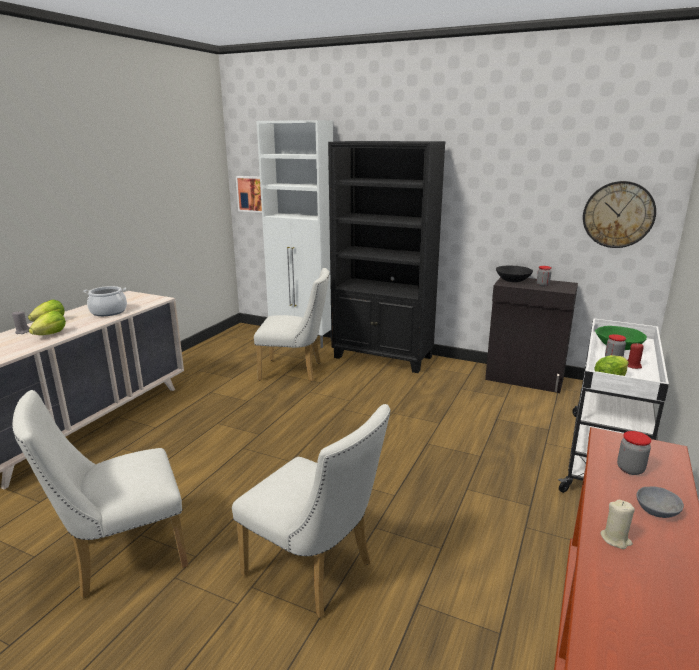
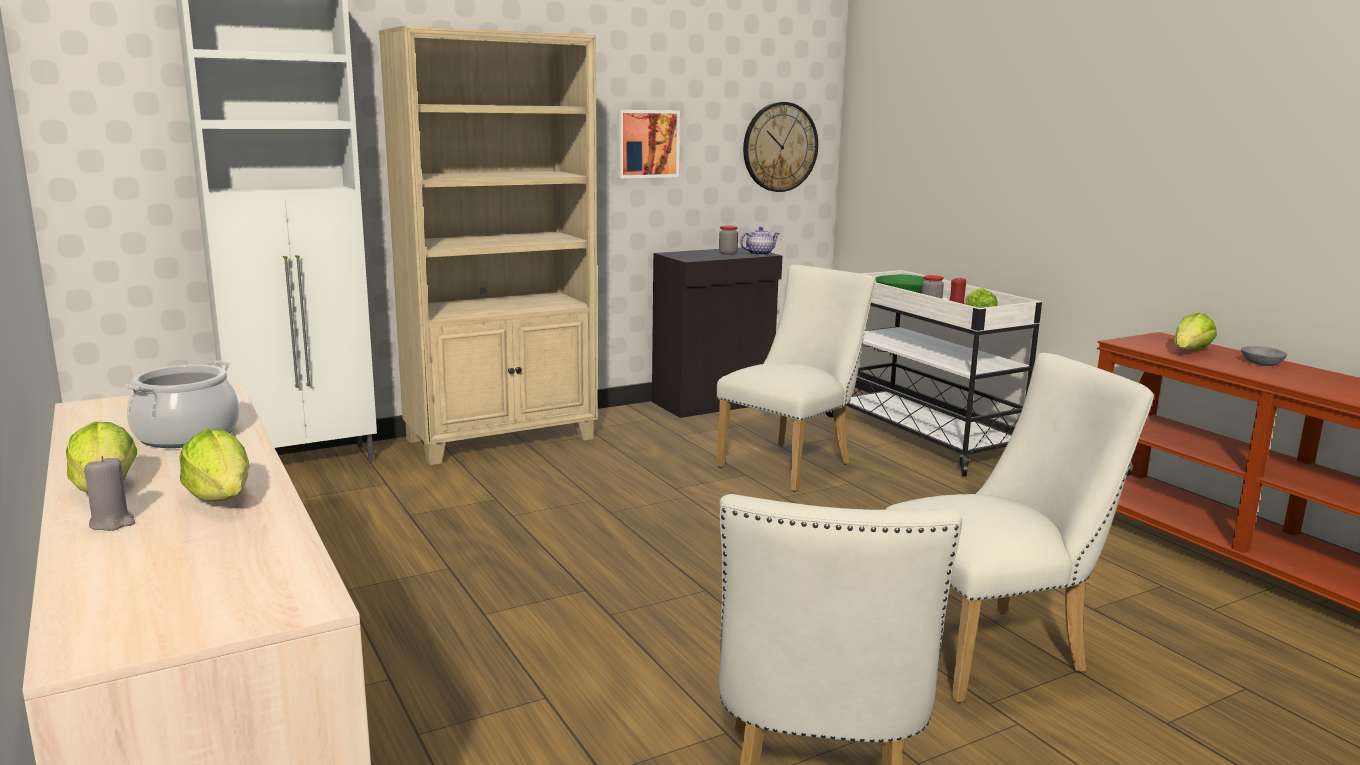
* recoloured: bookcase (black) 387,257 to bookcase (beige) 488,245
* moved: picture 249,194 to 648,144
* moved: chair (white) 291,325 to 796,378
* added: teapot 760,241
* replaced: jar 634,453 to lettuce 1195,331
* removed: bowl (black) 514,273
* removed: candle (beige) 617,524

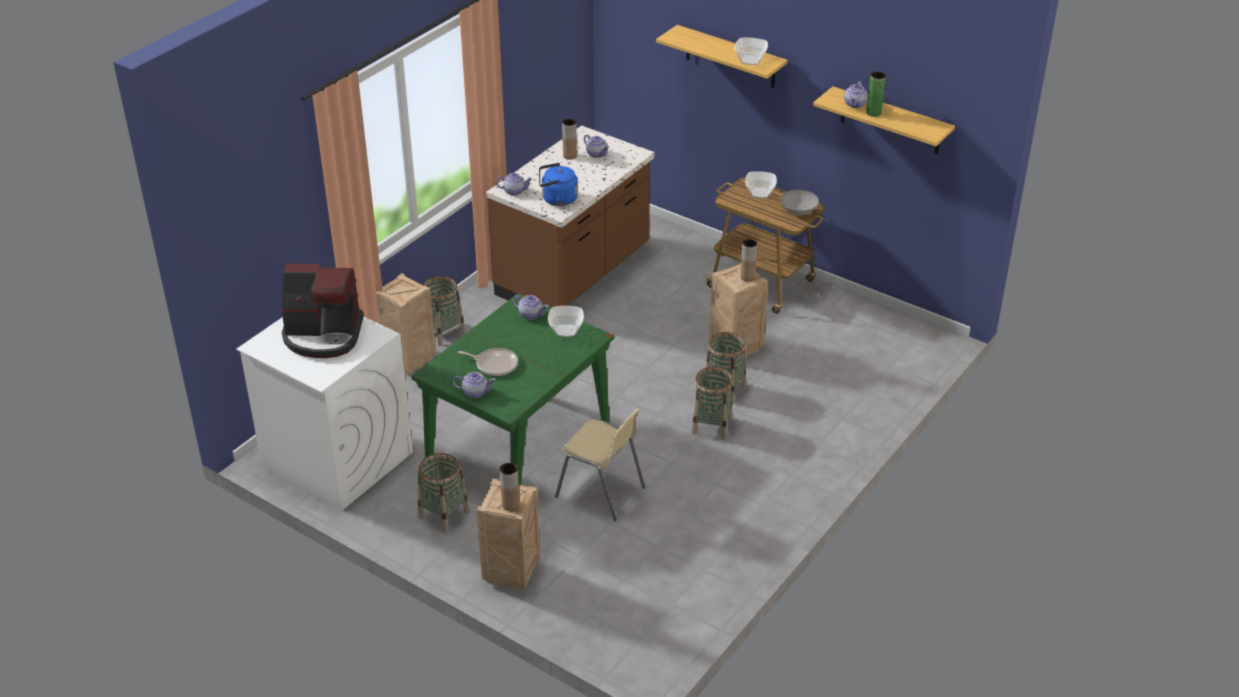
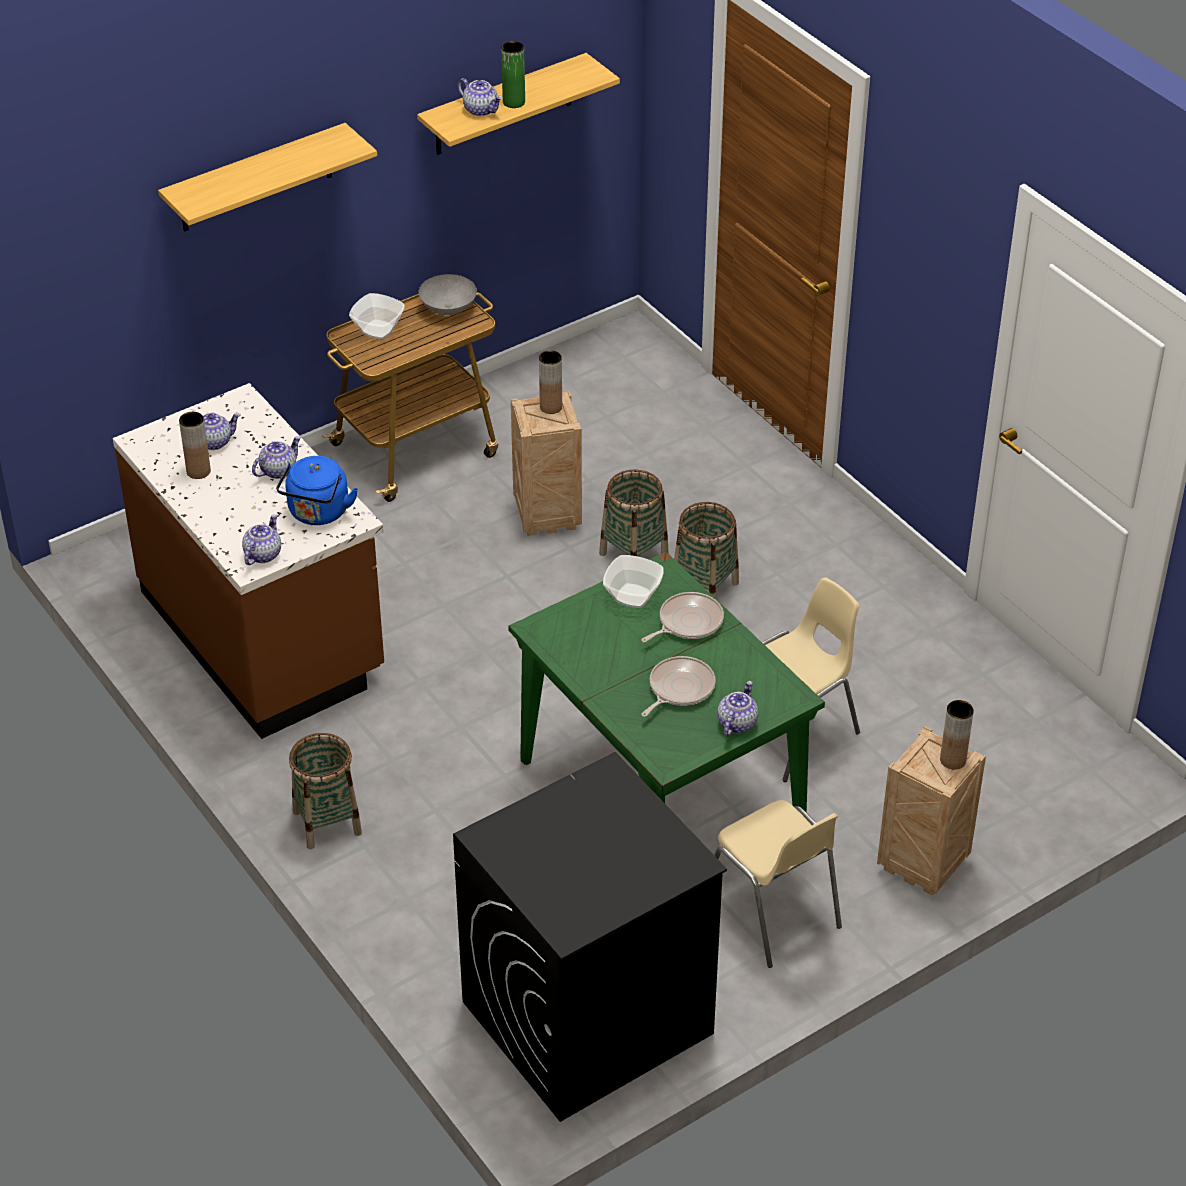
* moved: teapot 530,307 to 276,457
* recoloured: washing machine (white) 324,413 to washing machine (black) 590,937
* added: frying pan 682,617
* replaced: basket 443,492 to chair (beige) 778,884
* removed: coffee machine 323,311
* removed: crate 405,324
* removed: bowl 751,51

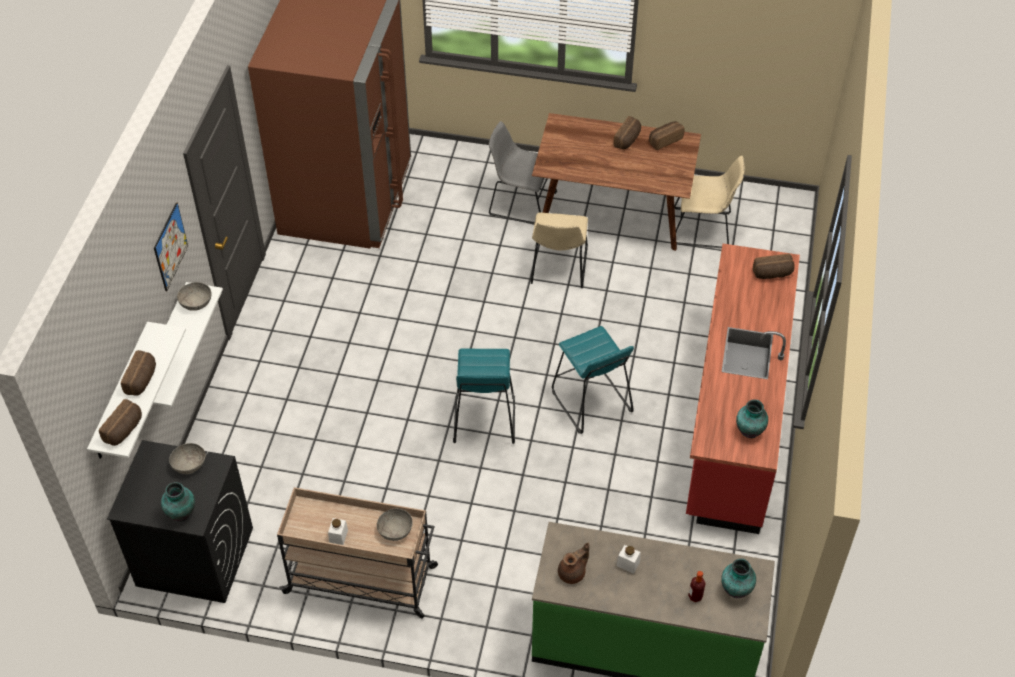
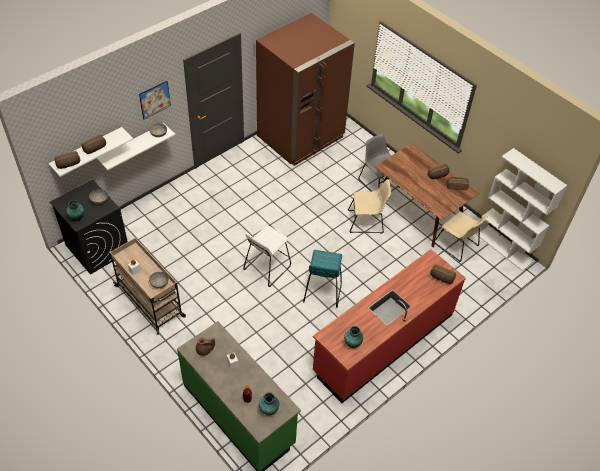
* recoloured: stool (turquoise) 484,396 to stool (white) 267,256
* turned: chair (beige) 559,250 = 369,206 135 degrees counterclockwise
* added: bookcase (white) 521,209

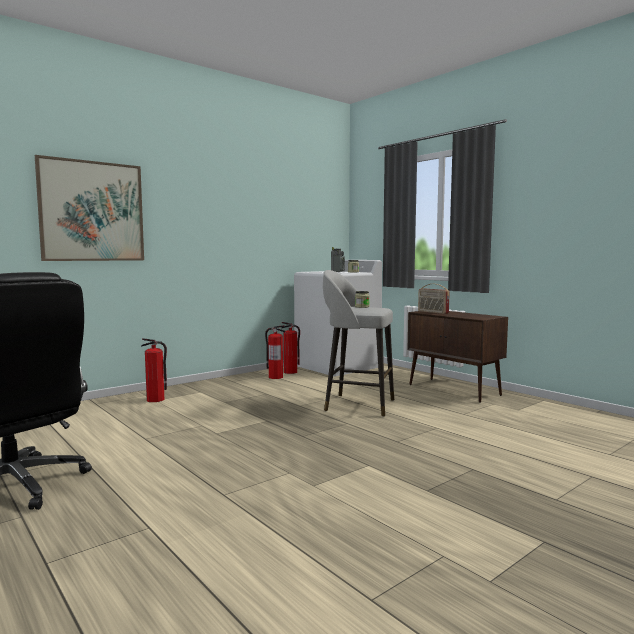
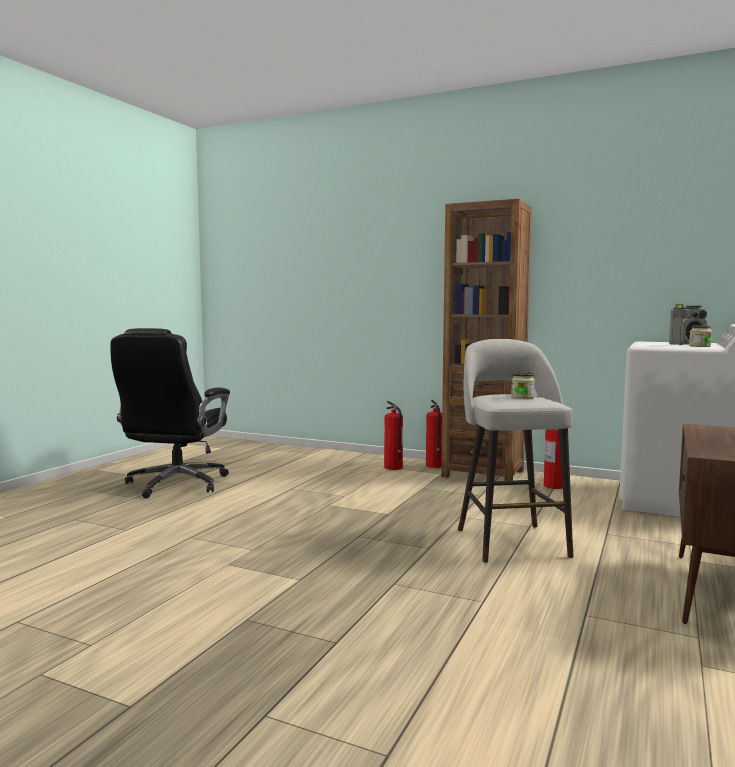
* moved: fire extinguisher 290,348 to 434,434
* added: bookcase (brown) 486,340
* removed: picture 89,208
* removed: radio 434,299

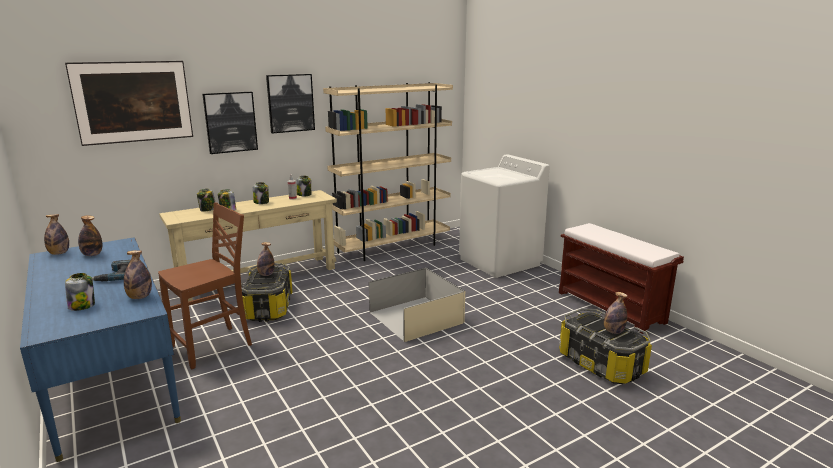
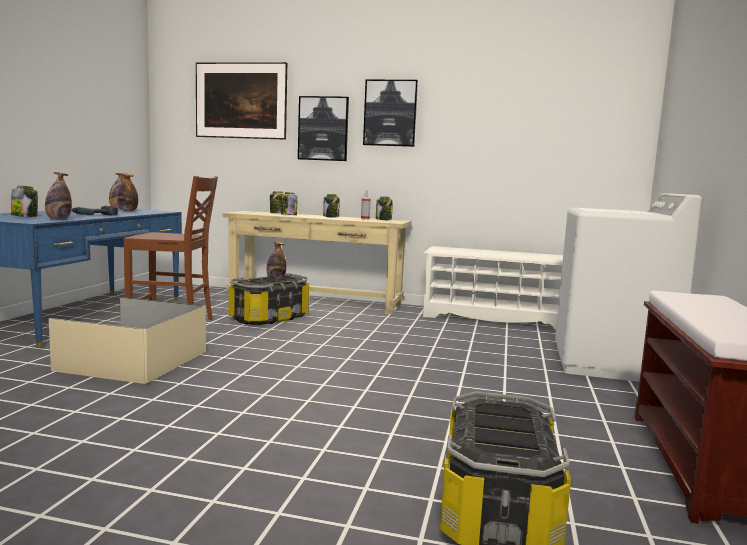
* moved: storage box (beige) 417,305 to 127,340
* replaced: bookcase (beige) 388,171 to shoe rack (white) 493,288
* removed: bottle 616,313

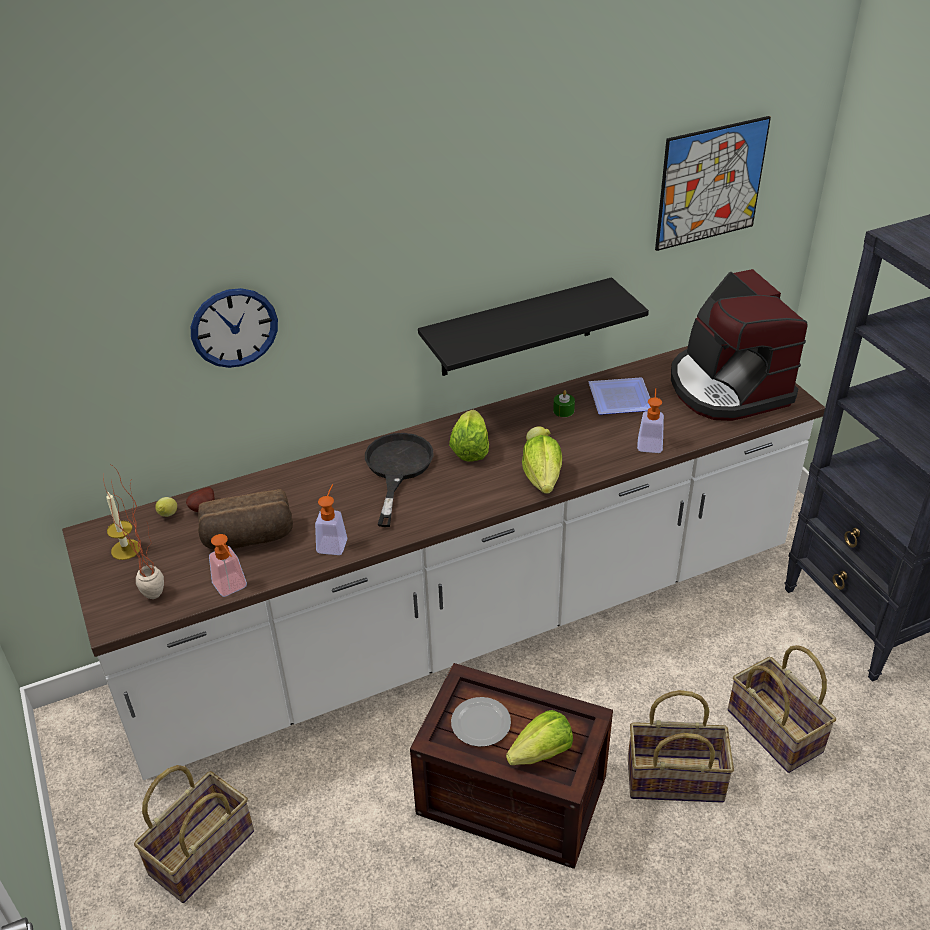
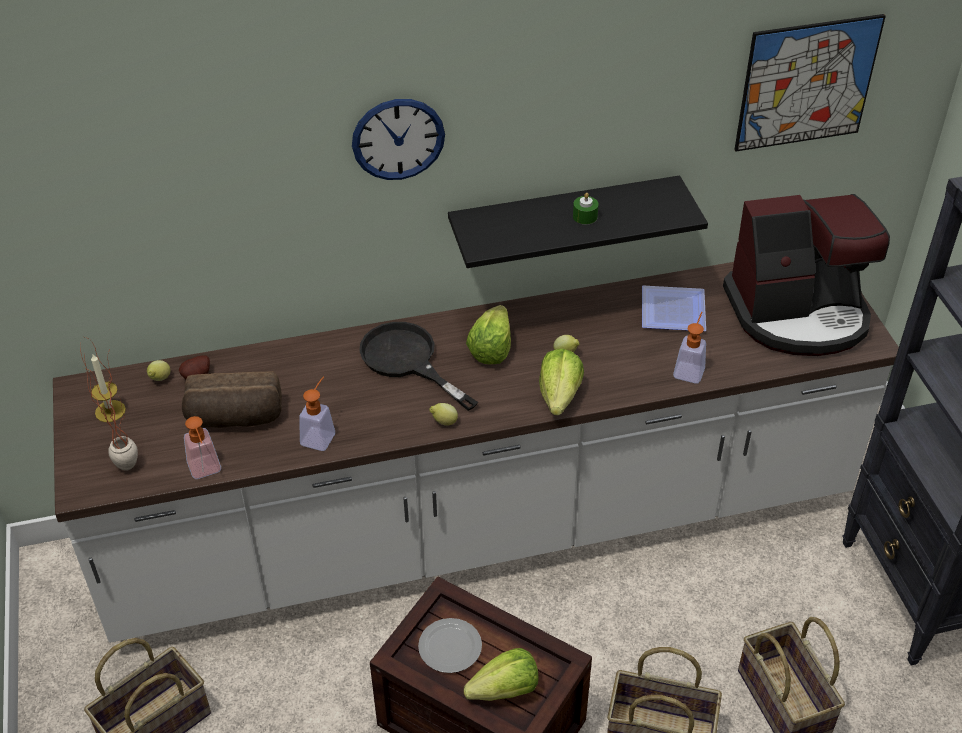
* moved: wall clock 234,328 to 398,139
* turned: frying pan (black) 399,480 = 418,366 60 degrees counterclockwise
* added: lemon 443,414
* moved: candle (green) 564,403 to 585,208
* turned: coffee machine 739,345 = 806,275 90 degrees counterclockwise

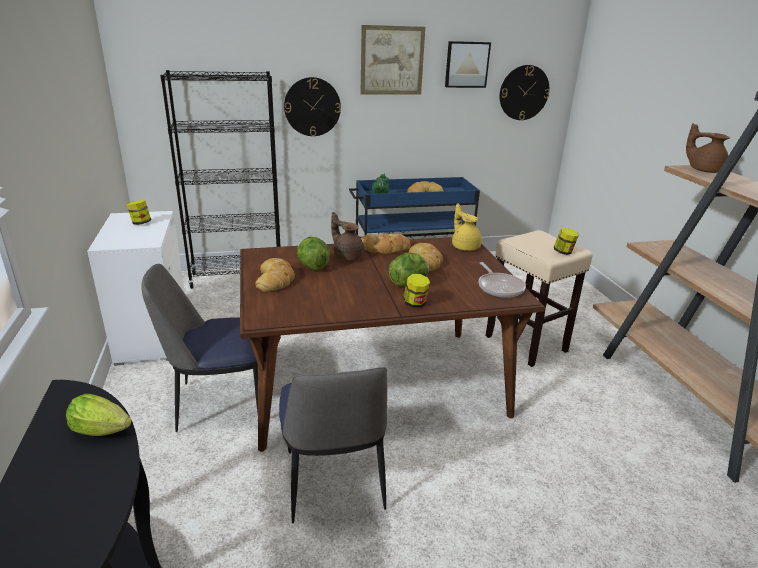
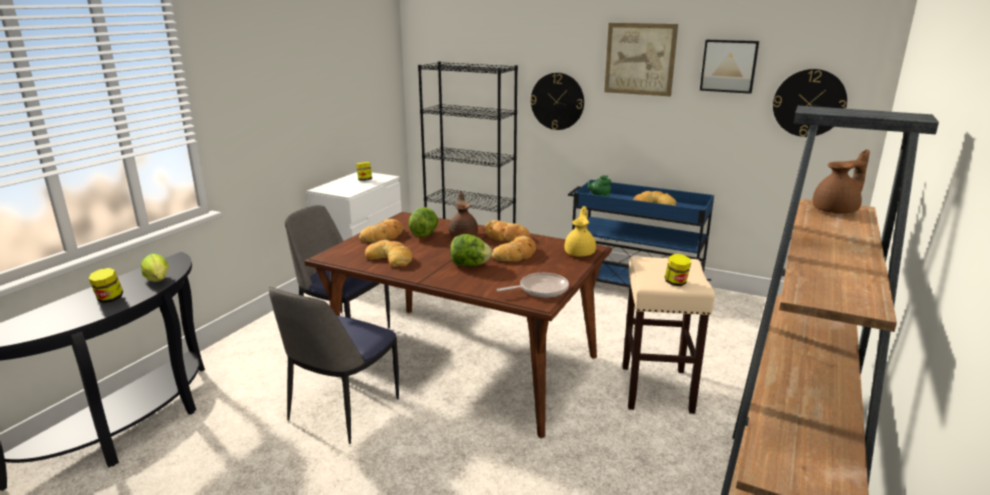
* moved: jar 416,291 to 105,285
* added: bread 388,253
* turned: frying pan 502,280 = 533,285 135 degrees counterclockwise
* turned: teapot (brown) 708,148 = 841,181 75 degrees clockwise

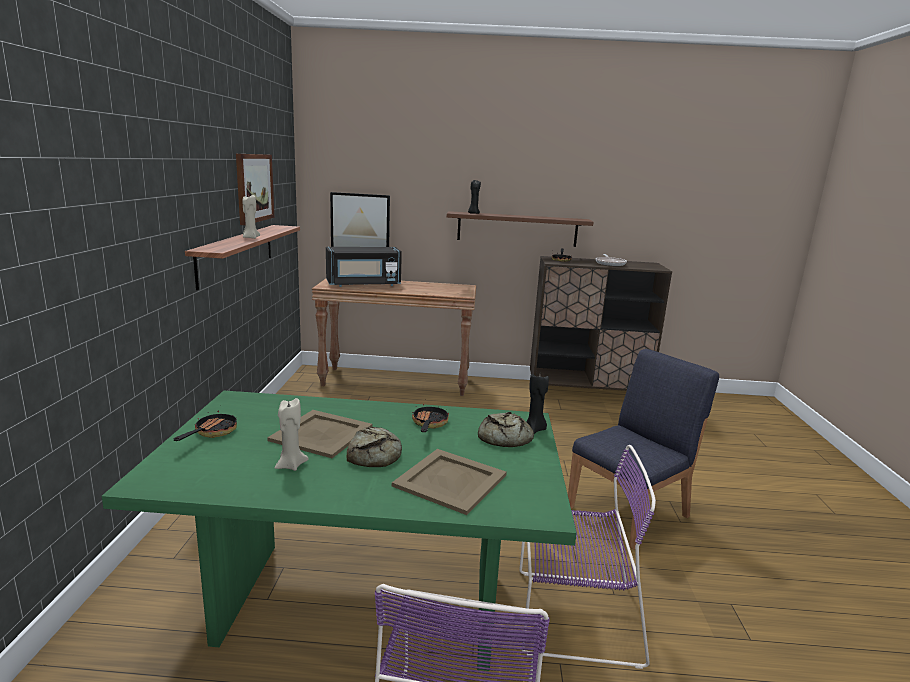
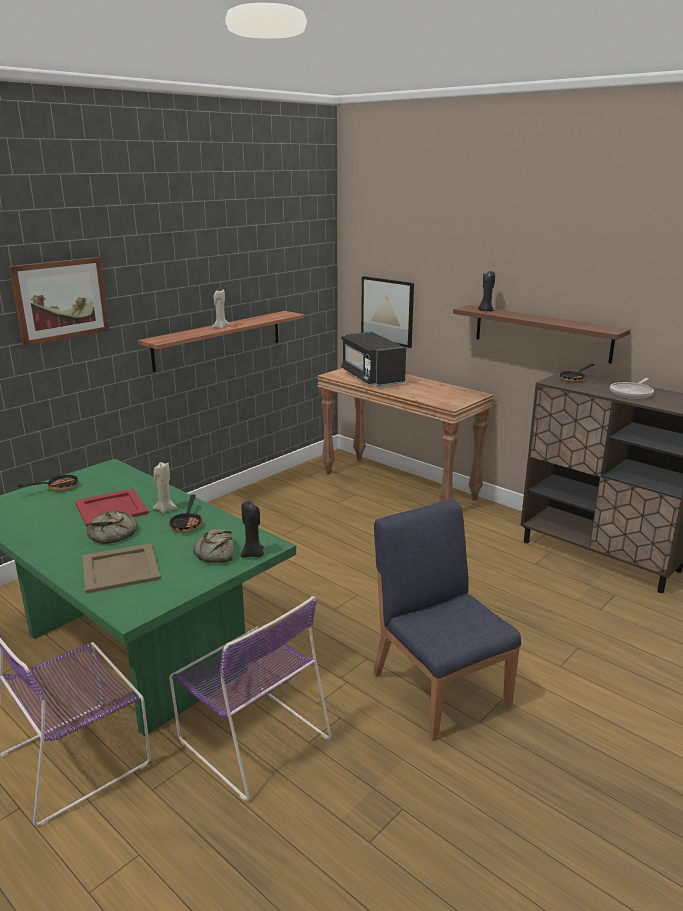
* moved: picture 255,189 to 59,301
* recoloured: tray (beige) 319,434 to tray (red) 112,508
* moved: candle (beige) 292,434 to 165,488
* turned: frying pan 430,418 = 185,513 135 degrees clockwise
* turned: microwave (black) 364,267 = 373,359 45 degrees clockwise
* turned: chair (blue) 643,449 = 447,620 120 degrees counterclockwise

